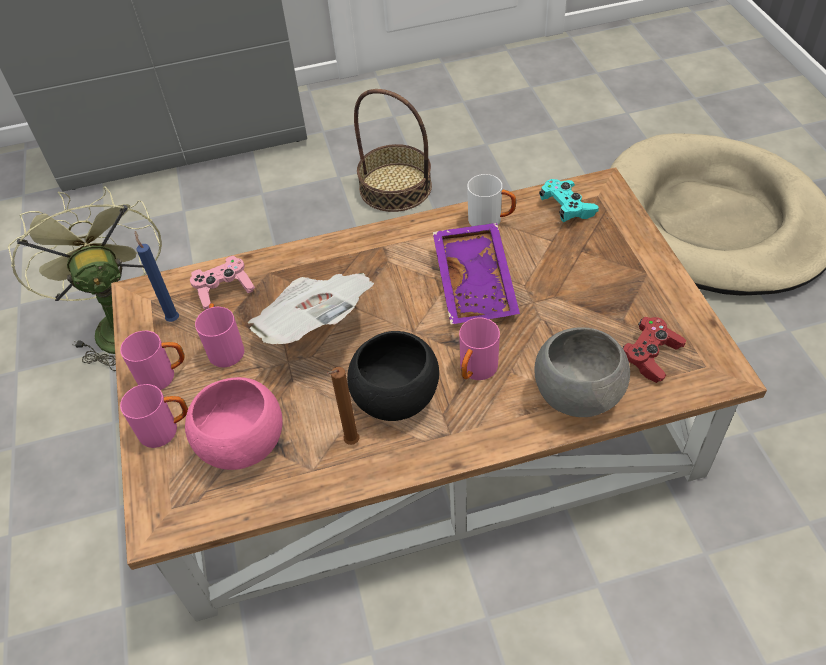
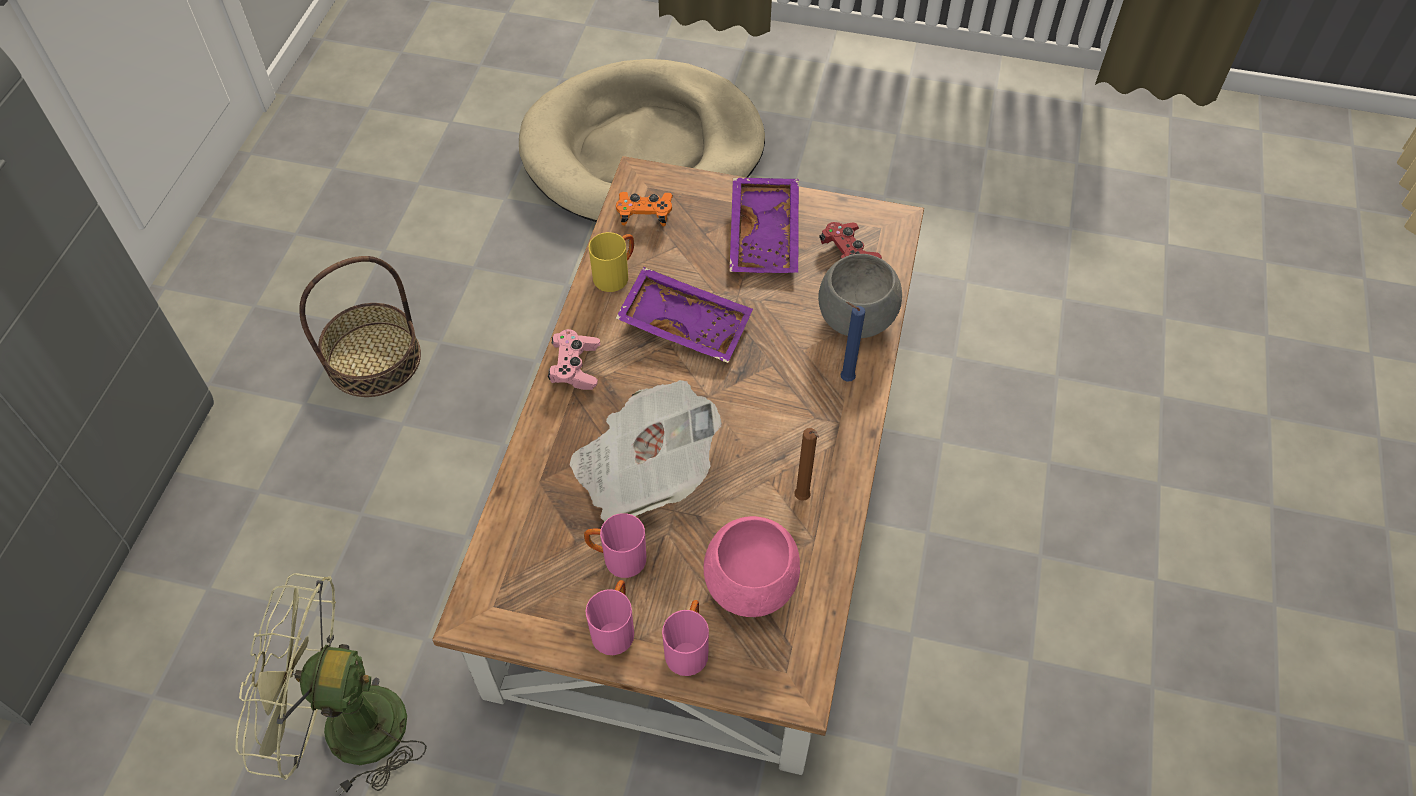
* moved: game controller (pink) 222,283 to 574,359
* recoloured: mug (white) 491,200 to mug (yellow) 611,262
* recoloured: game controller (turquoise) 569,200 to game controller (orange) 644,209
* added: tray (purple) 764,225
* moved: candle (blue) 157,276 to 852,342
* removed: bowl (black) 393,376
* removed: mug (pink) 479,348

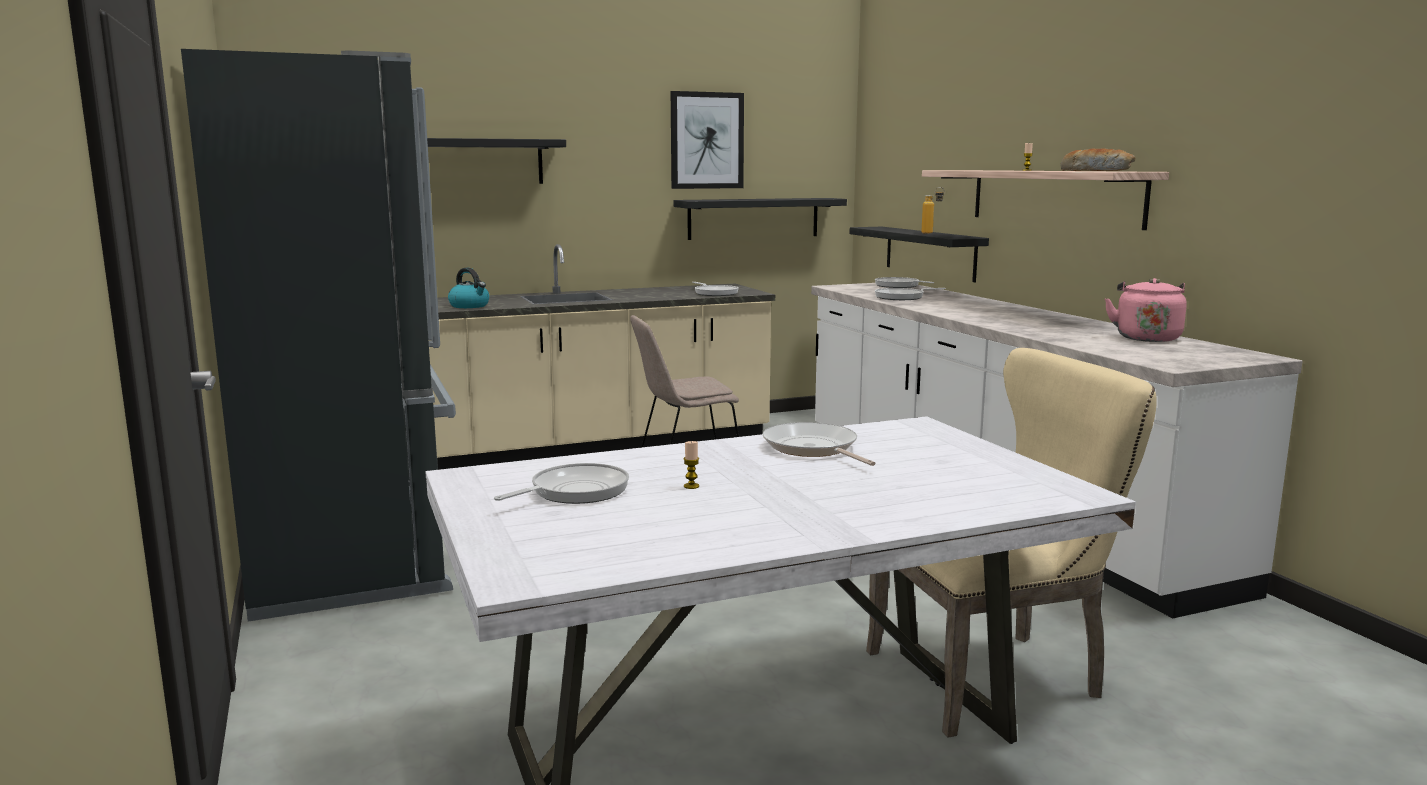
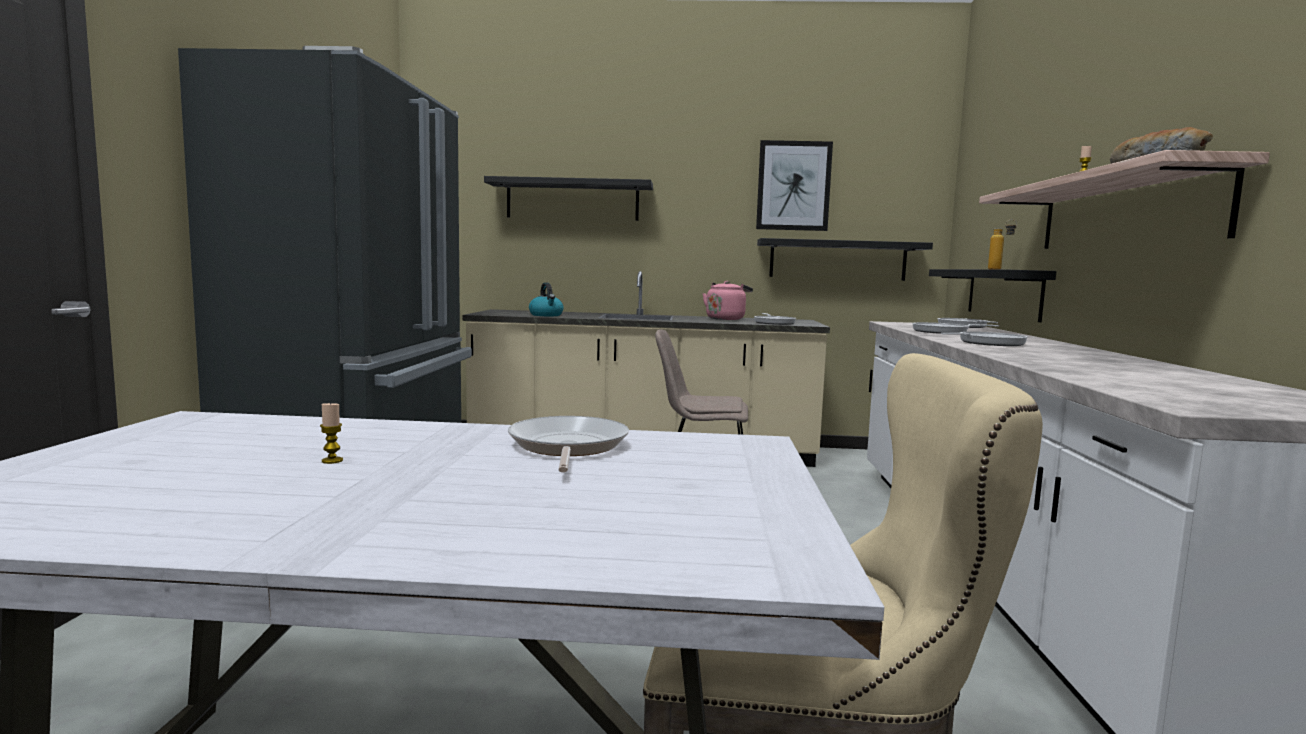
* moved: kettle (pink) 1146,310 to 727,300
* moved: frying pan 561,483 to 984,339

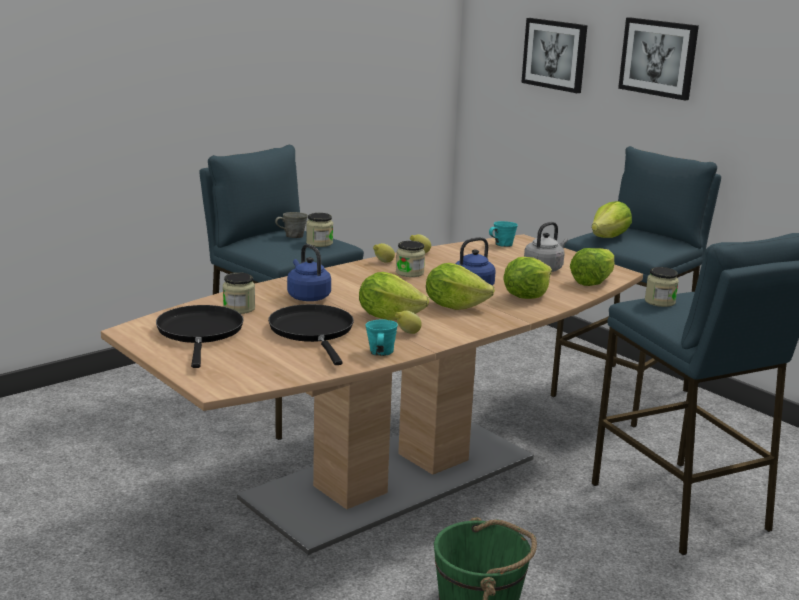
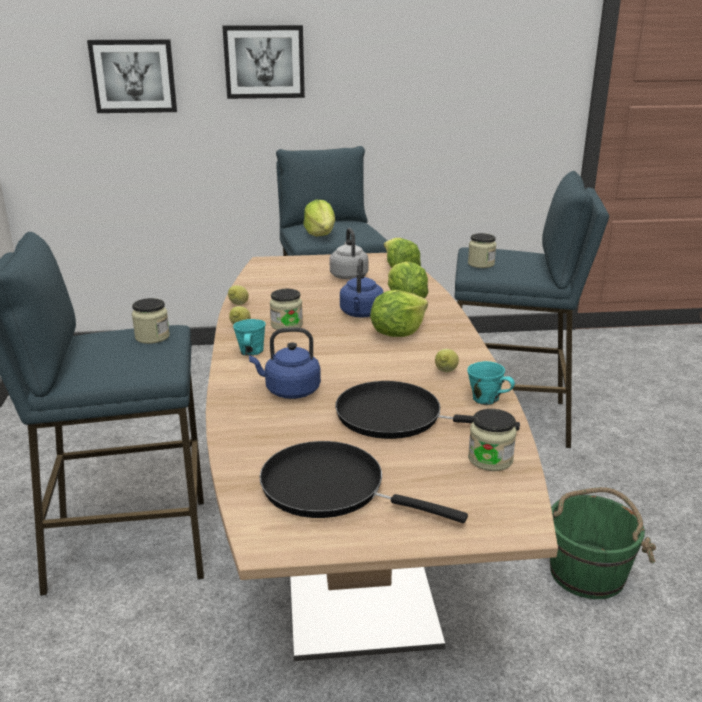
* moved: mug (turquoise) 503,234 to 249,337
* moved: jar 239,293 to 492,440
* removed: mug (grey) 291,225
* removed: lettuce 394,296

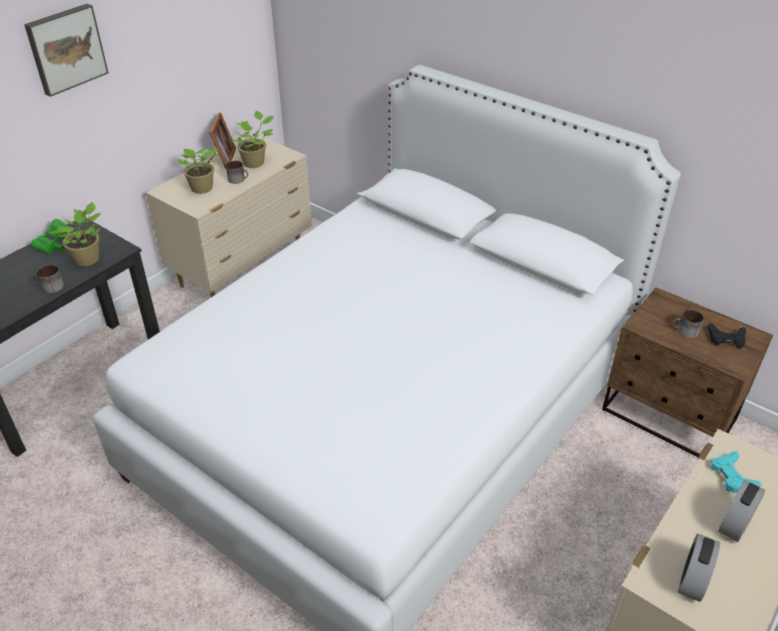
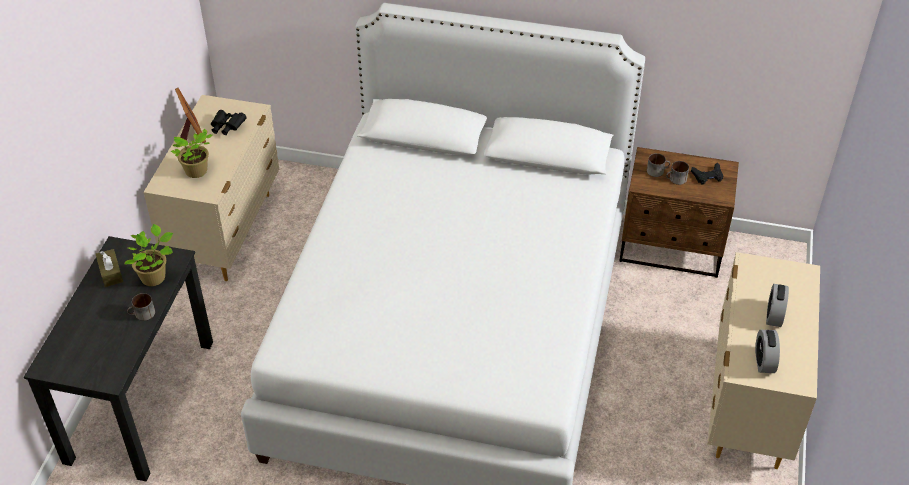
* replaced: binoculars (green) 52,236 to tissue box (brown) 109,268
* replaced: potted plant 253,139 to binoculars (black) 229,122
* moved: mug 237,172 to 658,165
* removed: picture 66,50
* removed: game controller (turquoise) 736,472

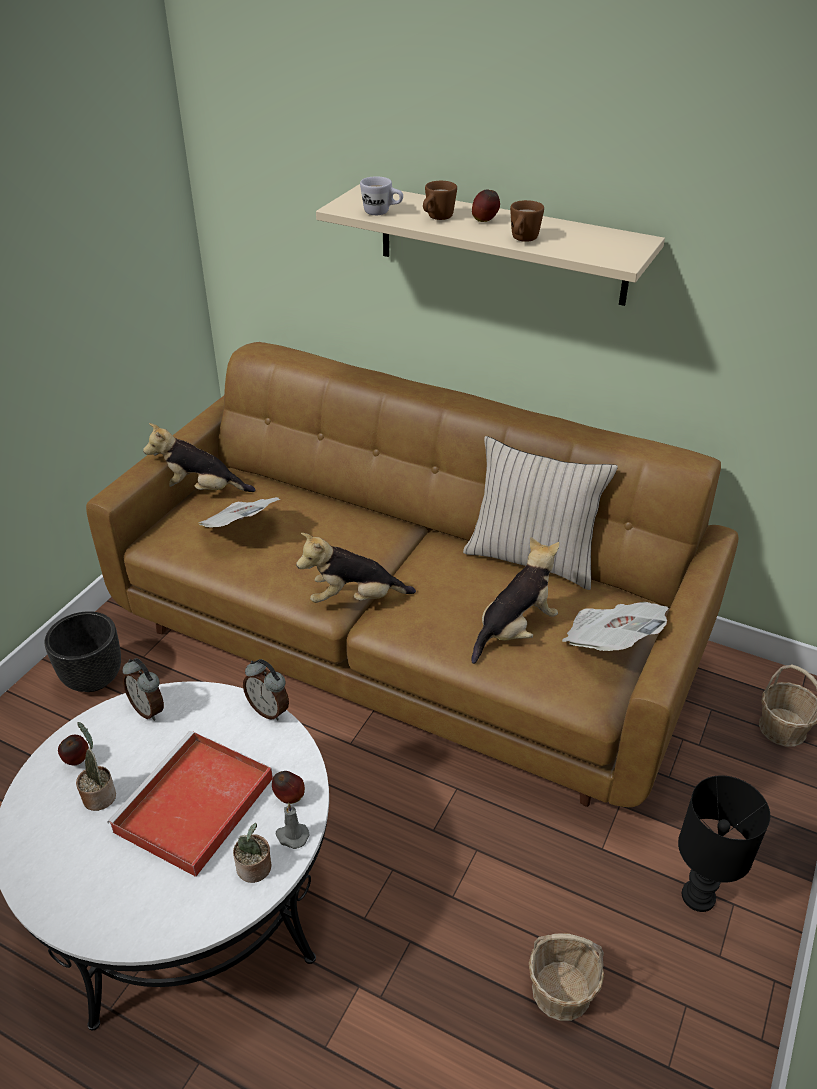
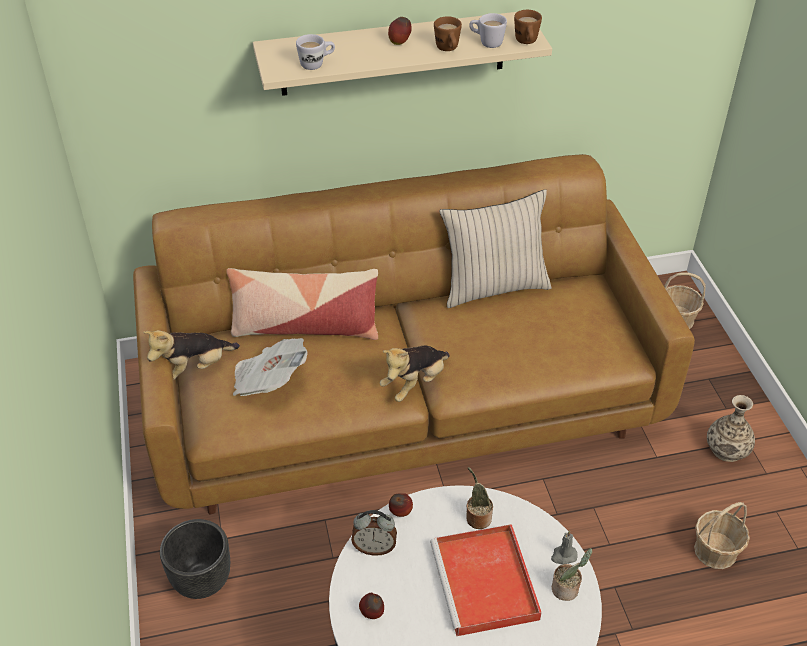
* added: pillow 302,304
* moved: apple 288,787 to 401,505
* moved: potted plant 96,766 to 479,498
* added: mug (white) 488,30
* moved: mug (brown) 440,200 to 528,27
* replaced: table lamp (black) 724,844 to vase 731,428
* removed: alarm clock 266,690
* removed: plush toy 515,600
* removed: newspaper 615,626

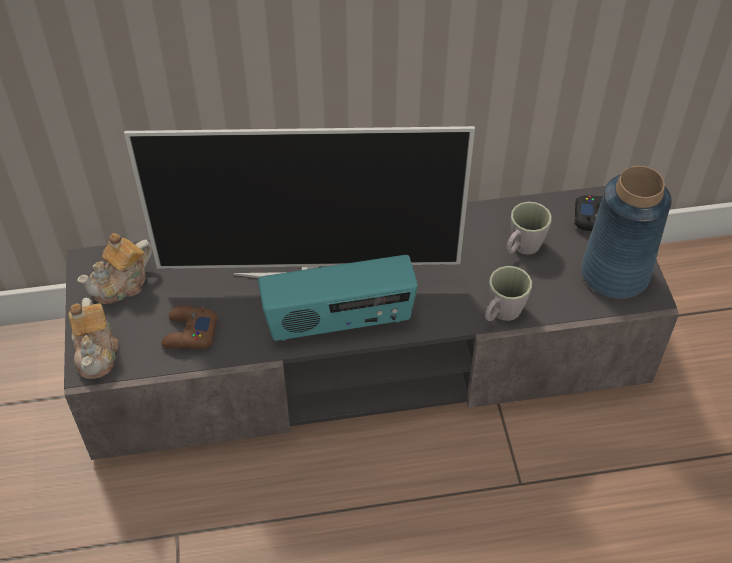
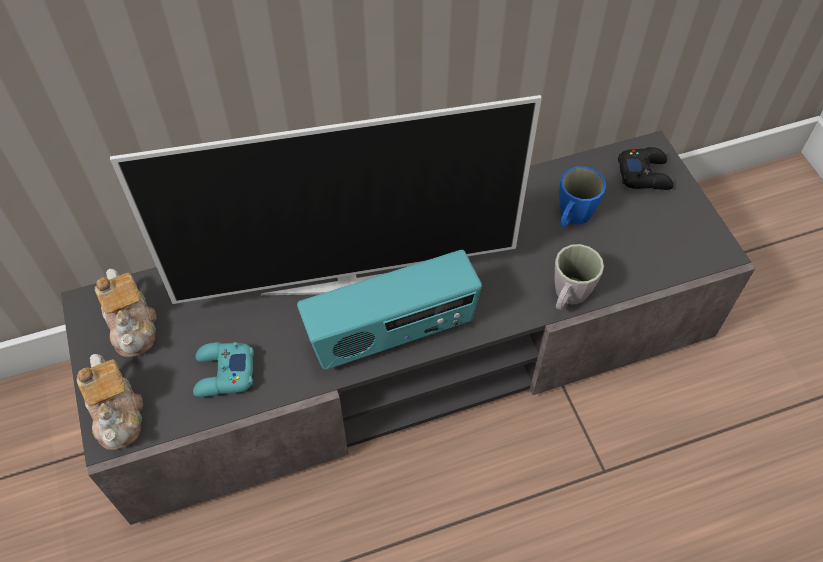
* turned: teapot 115,268 = 126,313 60 degrees counterclockwise
* recoloured: game controller (brown) 189,327 to game controller (turquoise) 223,369
* recoloured: mug (grey) 529,228 to mug (blue) 582,196
* removed: vase (blue) 626,232

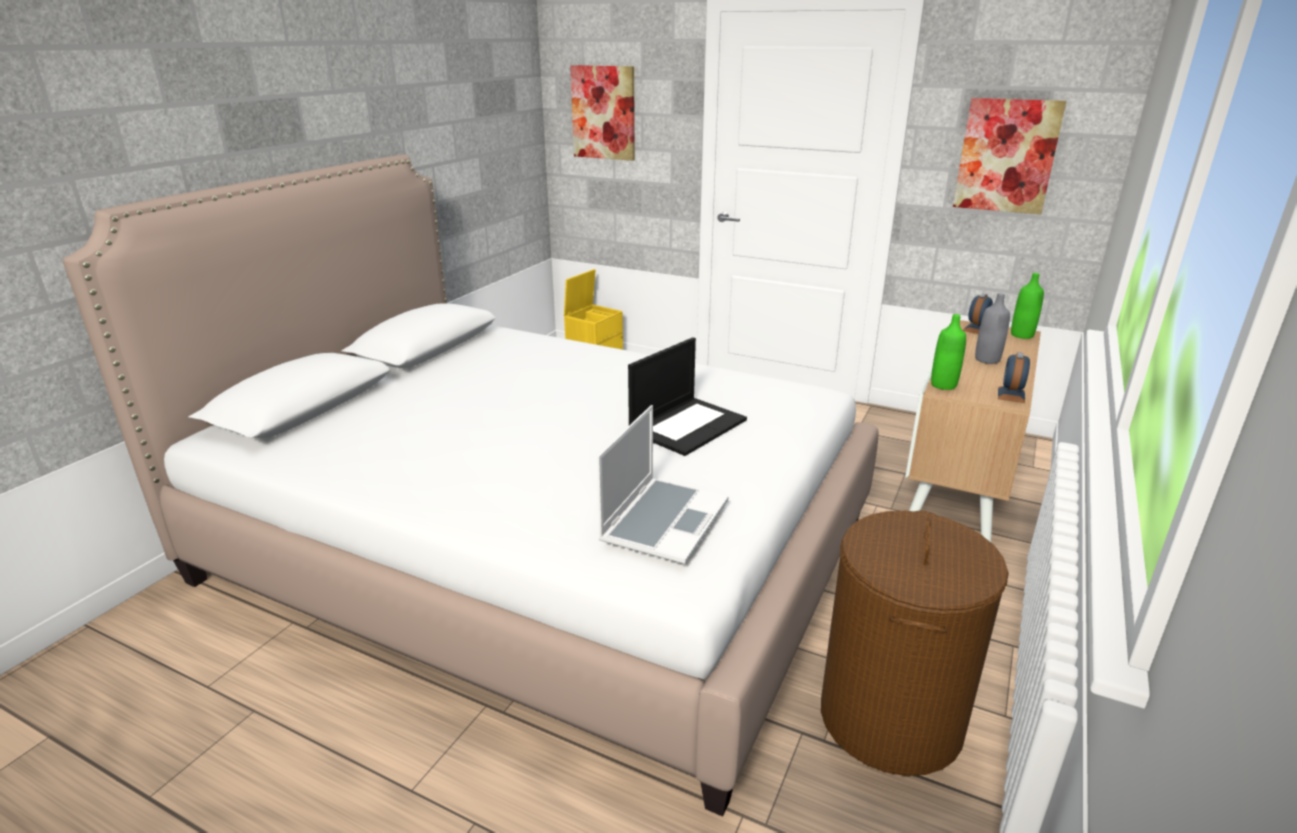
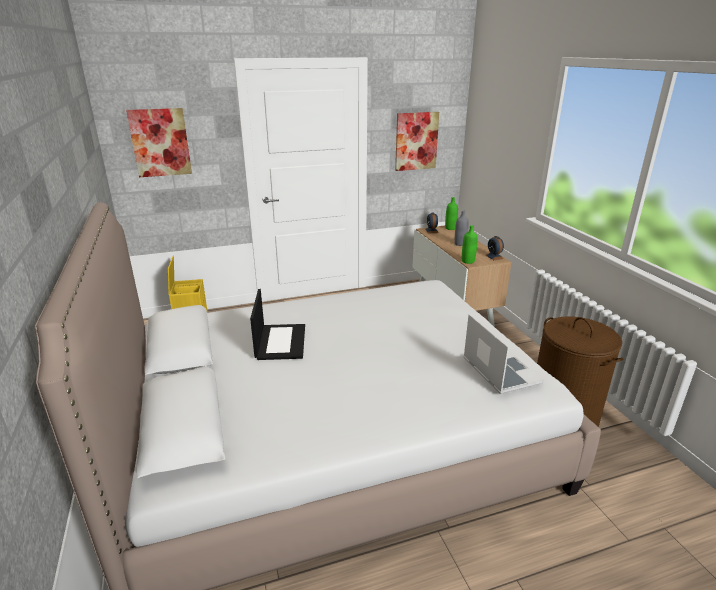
* moved: laptop 687,396 to 277,324

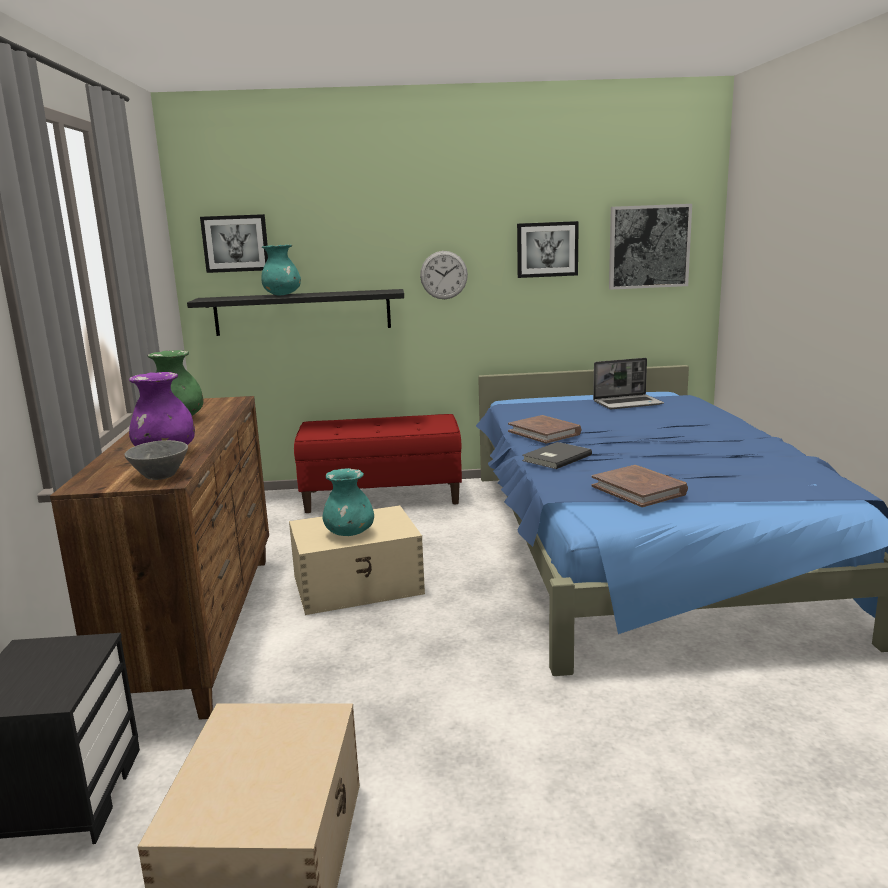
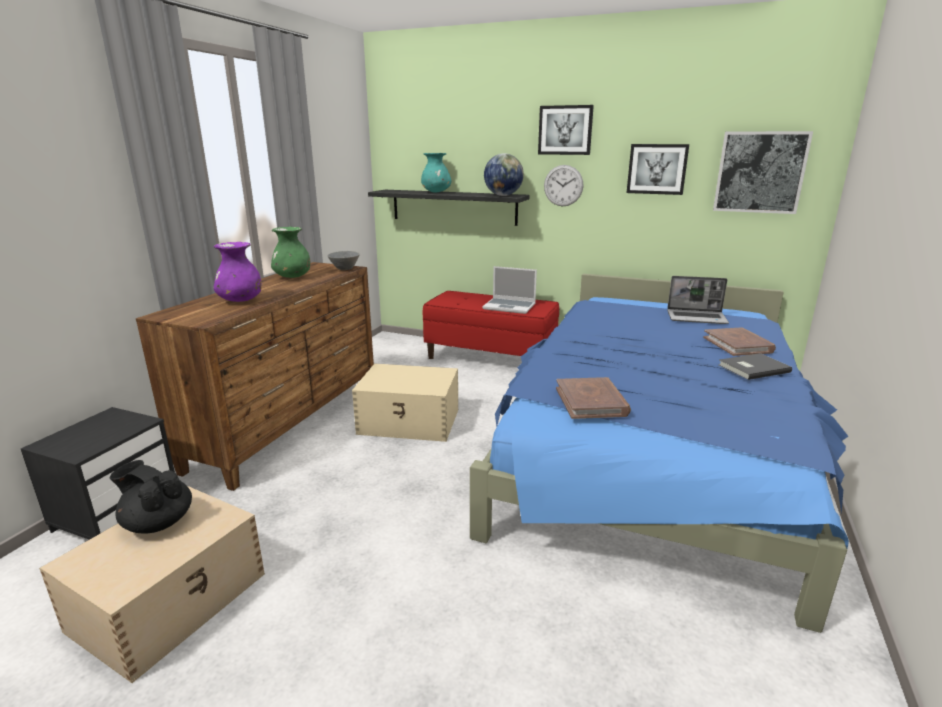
* added: teapot (black) 151,497
* moved: bowl (grey) 156,460 to 344,260
* added: laptop 509,290
* added: globe 504,175
* moved: picture 234,243 to 566,130
* moved: book (brown) 544,429 to 739,342
* moved: book (grey) 557,455 to 755,366
* removed: vase (turquoise) 348,502

